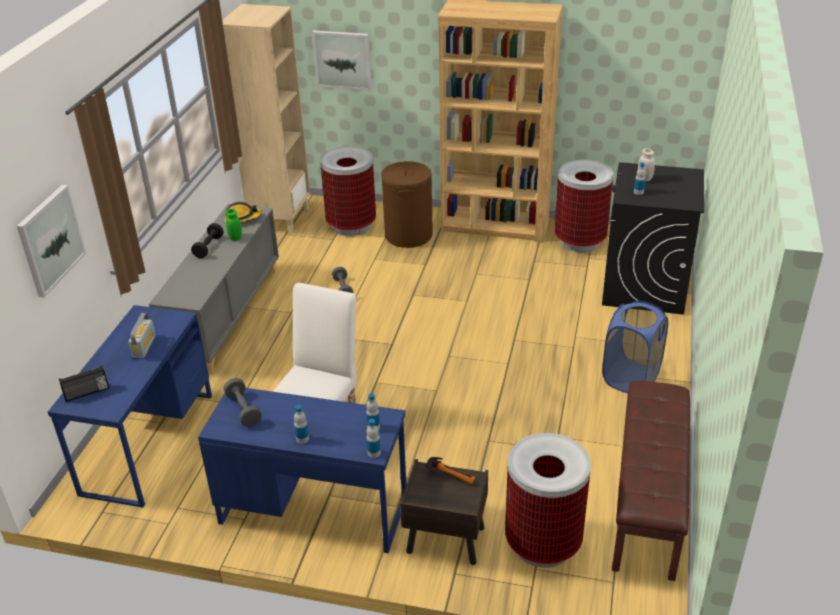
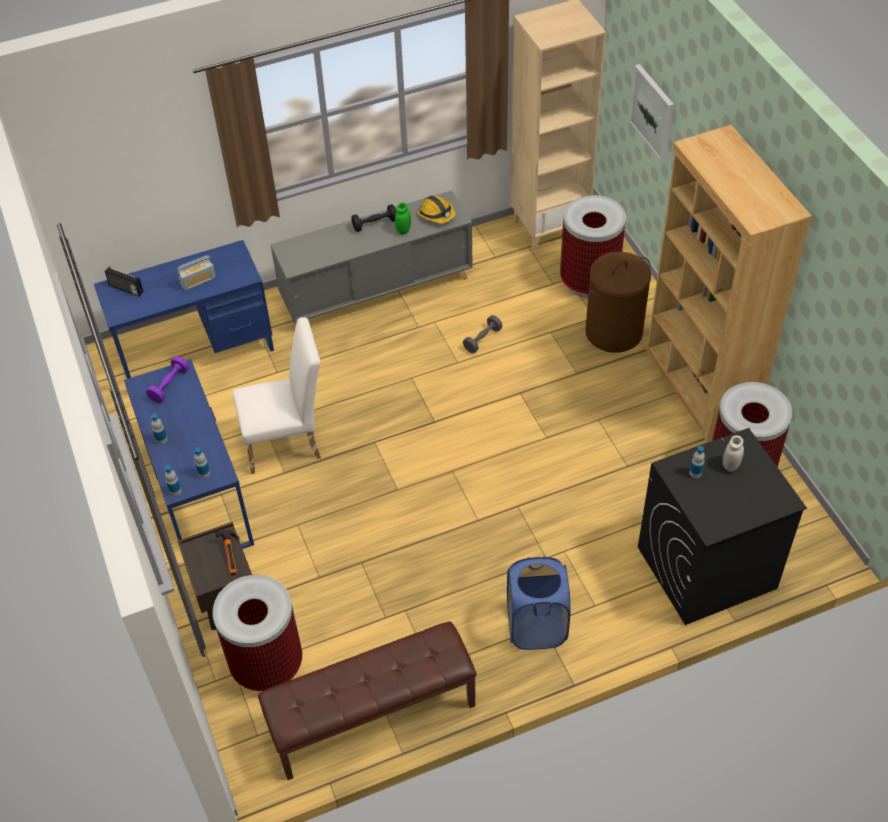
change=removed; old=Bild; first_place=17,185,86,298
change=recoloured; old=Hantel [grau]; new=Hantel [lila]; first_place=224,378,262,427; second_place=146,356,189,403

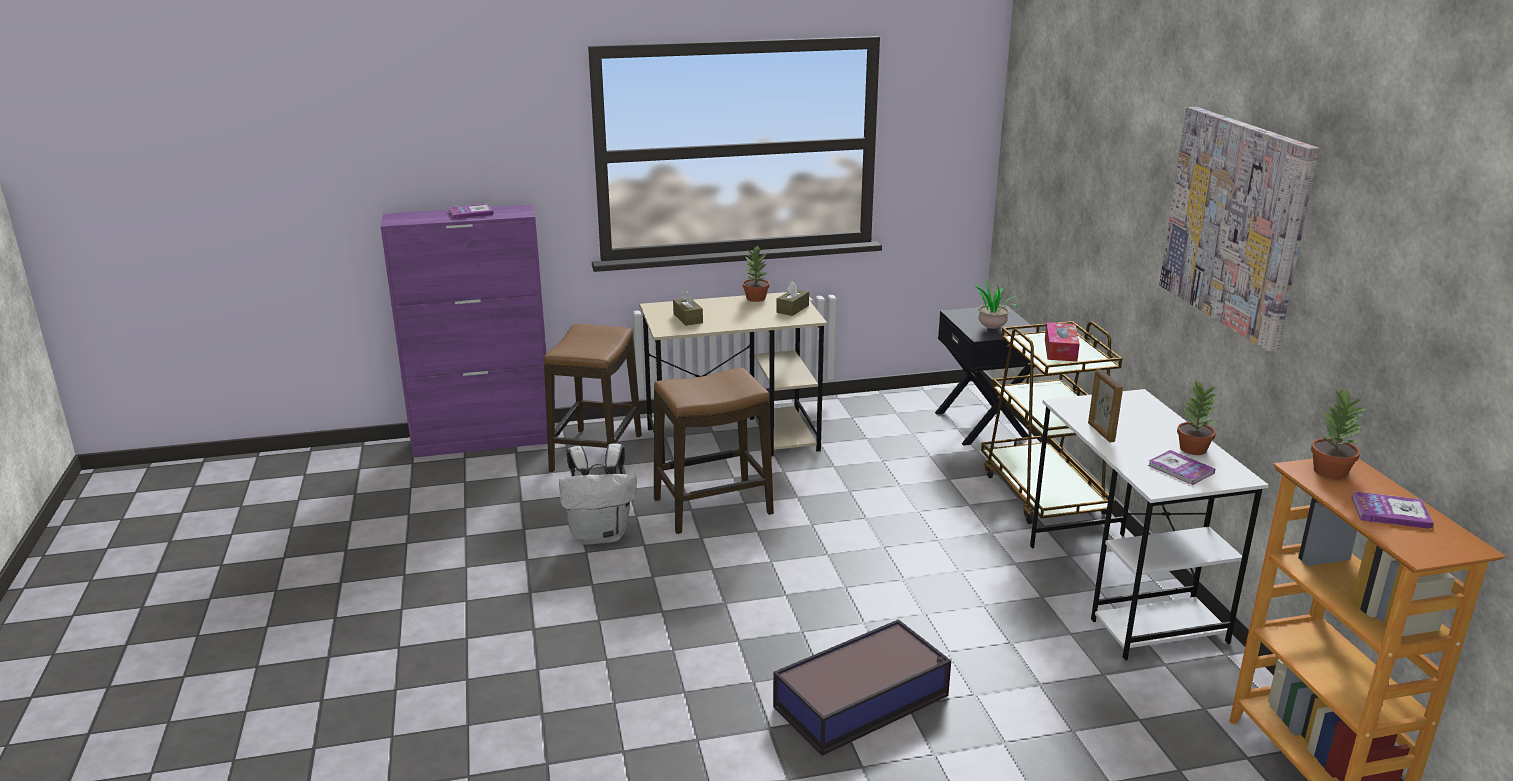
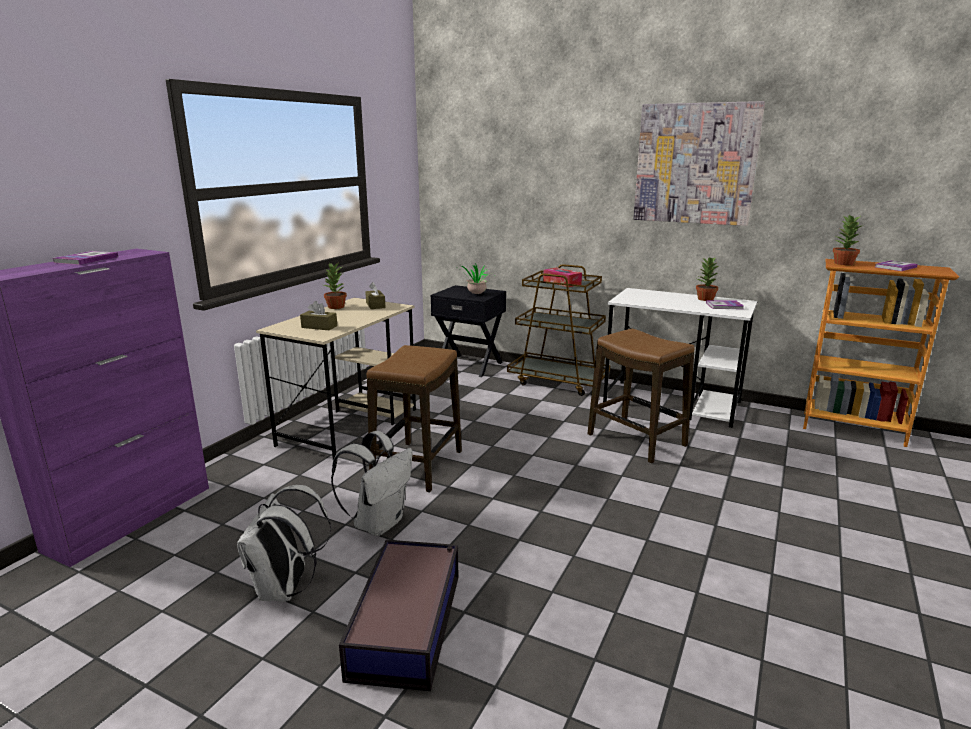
change=removed; old=Bilderrahmen; first_place=1088,369,1123,442
change=added; new=Rucksack [weiß]; second_place=237,485,331,602
change=moved; old=Hocker; first_place=543,324,642,474; second_place=587,329,694,463
change=moved; old=Aufbewahrungsbox; first_place=773,619,951,756; second_place=339,540,459,691

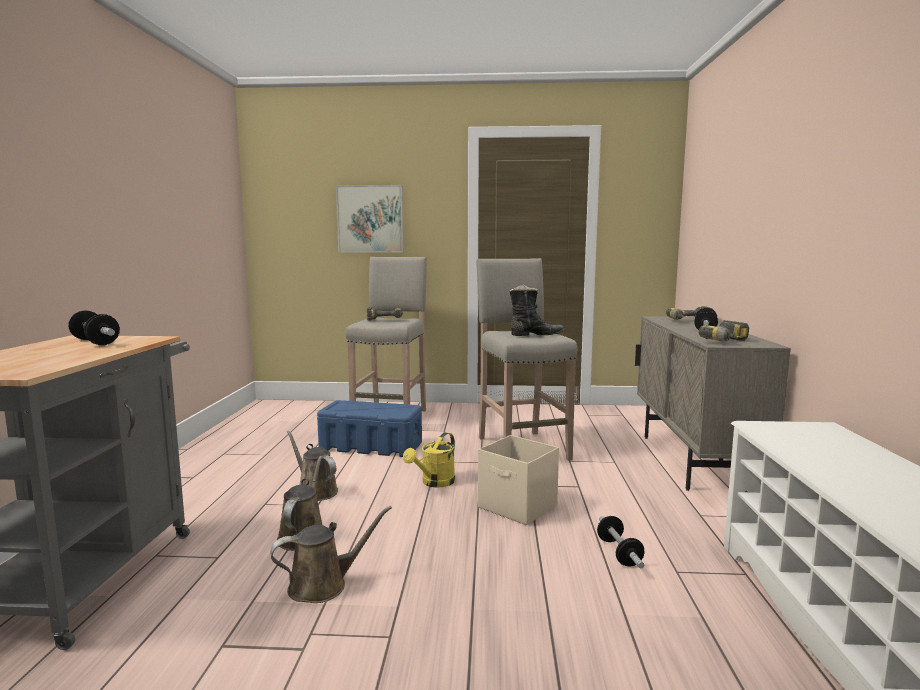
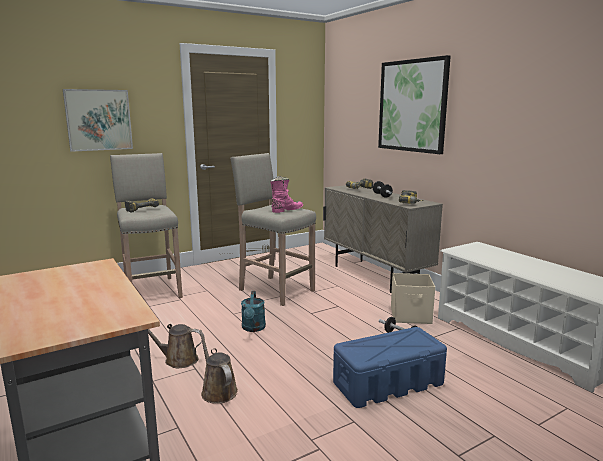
change=removed; old=Hantel; first_place=68,311,120,345
change=removed; old=Gießkanne [braun]; first_place=270,506,392,603
change=added; new=Bild; second_place=378,55,451,154
change=moved; old=Aufbewahrungsbox [blau]; first_place=317,400,422,457; second_place=333,327,447,408
change=moved; old=Aufbewahrungsbox [beige]; first_place=478,435,559,525; second_place=391,273,435,324
change=recoloured; old=Gießkanne [gelb]; new=Gießkanne [türkis]; first_place=403,432,455,488; second_place=241,291,266,332
change=recoloured; old=Stiefel [schwarz]; new=Stiefel [rosa]; first_place=510,284,564,336; second_place=270,176,303,213

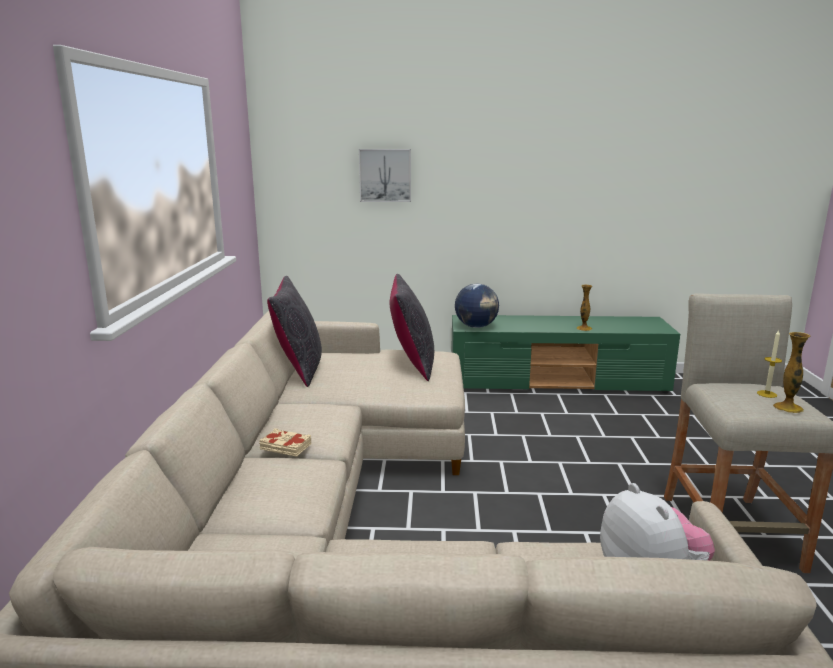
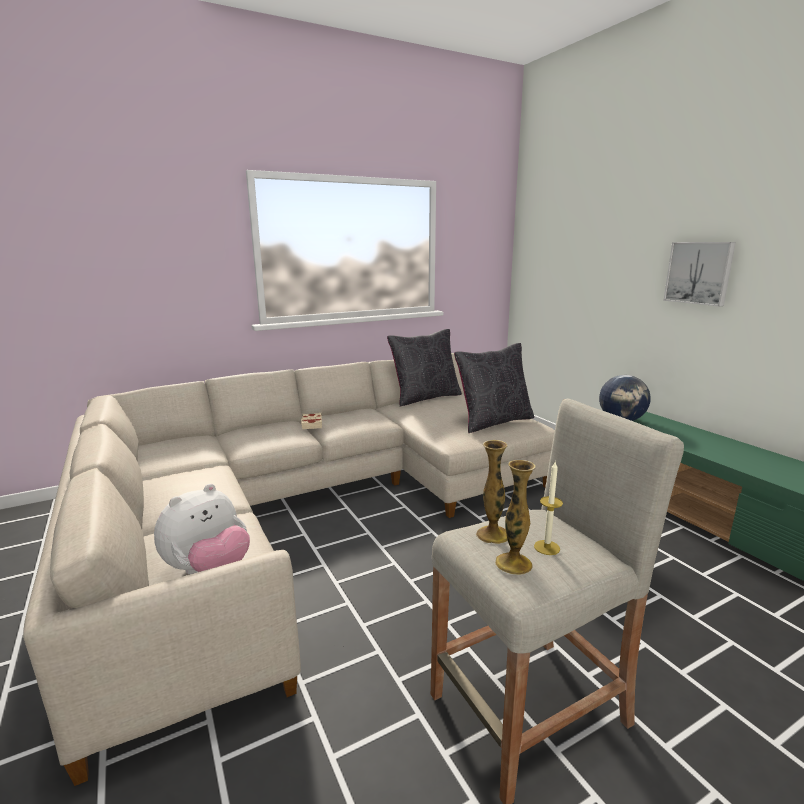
change=moved; old=Bild; first_place=359,149,411,202; second_place=663,242,736,306
change=moved; old=Vase; first_place=577,285,592,331; second_place=476,440,508,544

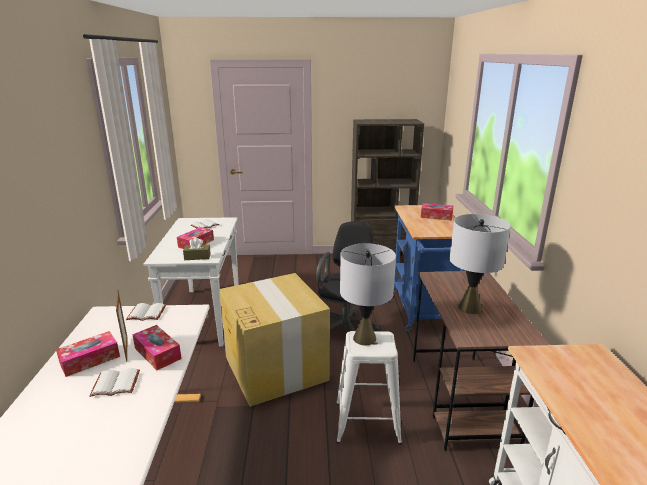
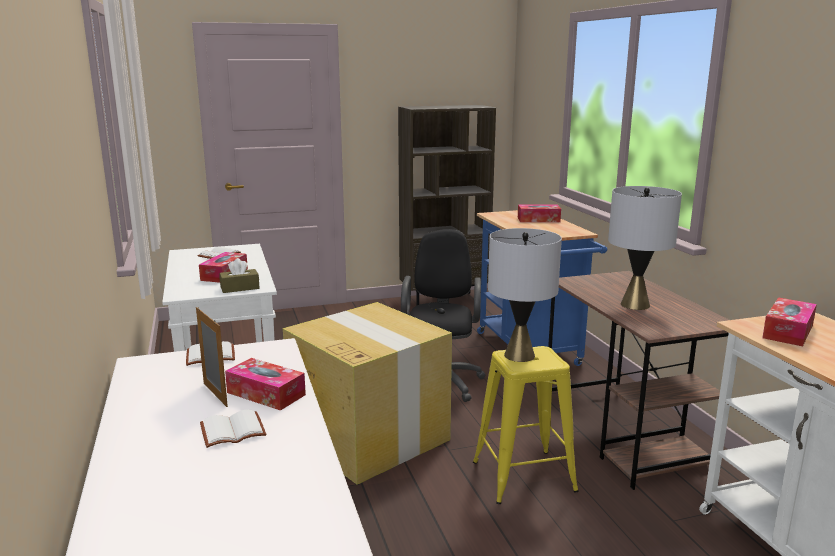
change=moved; old=Taschentuchbox; first_place=56,331,120,377; second_place=762,297,817,346
change=recoloured; old=Hocker [weiß]; new=Hocker [gelb]; first_place=336,331,402,445; second_place=473,346,578,504

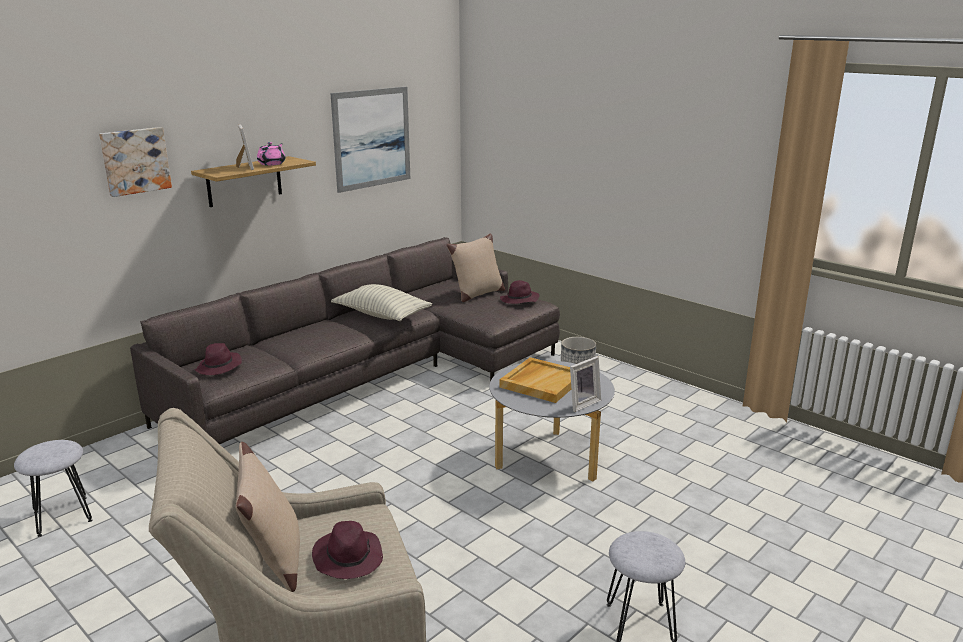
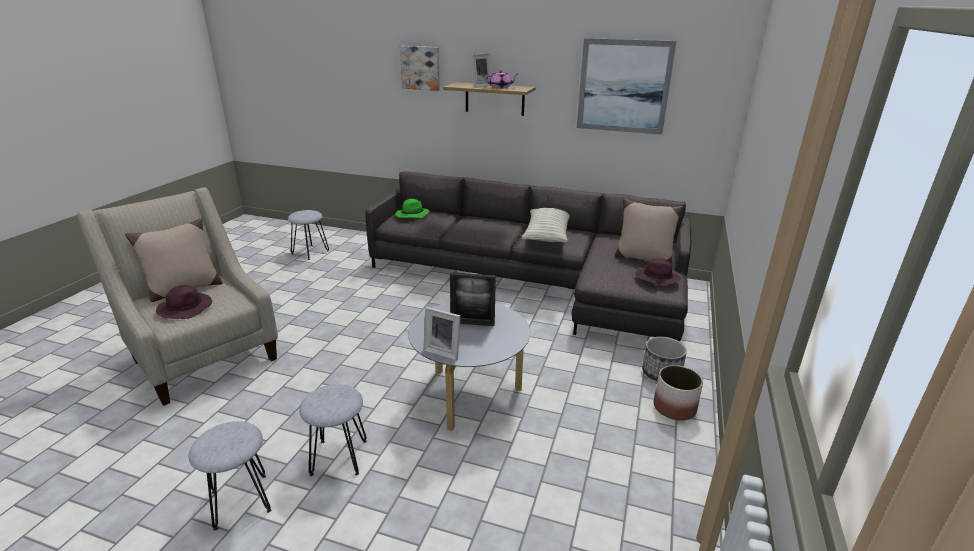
change=added; new=Hocker [grau]; second_place=299,384,367,476
change=added; new=Pflanzkübel; second_place=654,365,703,421
change=replaced; old=Tablett [beige]; new=Bilderrahmen; first_place=499,357,571,403; second_place=450,272,496,326
change=recoloured; old=Hut [lila]; new=Hut [grün]; first_place=195,343,242,375; second_place=395,199,430,218

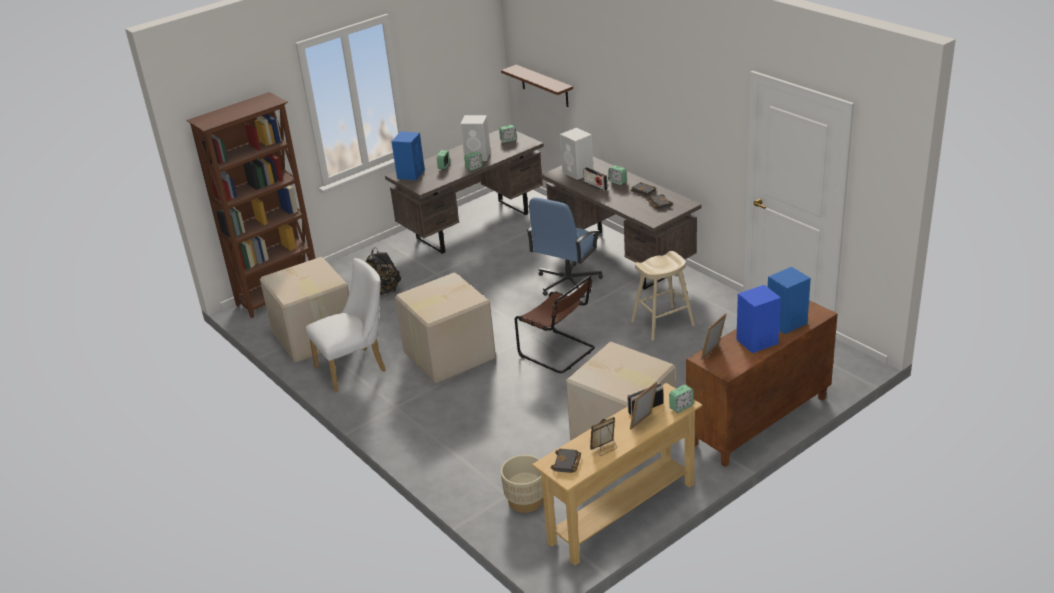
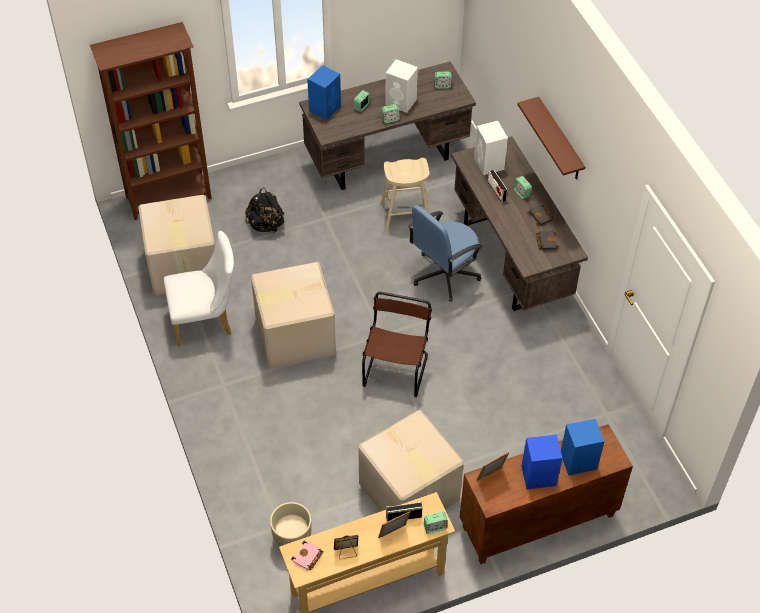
change=moved; old=Wandregal [braun]; first_place=501,65,573,107; second_place=517,97,585,180
change=moved; old=Hocker [beige]; first_place=631,251,695,341; second_place=380,158,429,232
change=recoloured; old=Buch [schwarz]; new=Buch [rosa]; first_place=551,449,581,473; second_place=291,541,324,570
change=turned; old=Stuhl [braun]; first_place=515,275,595,373; second_place=362,292,432,397; degrees=-135

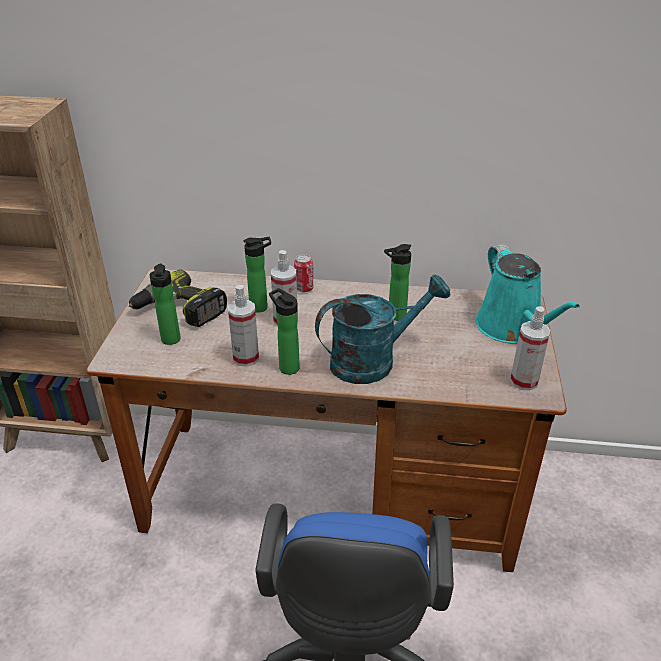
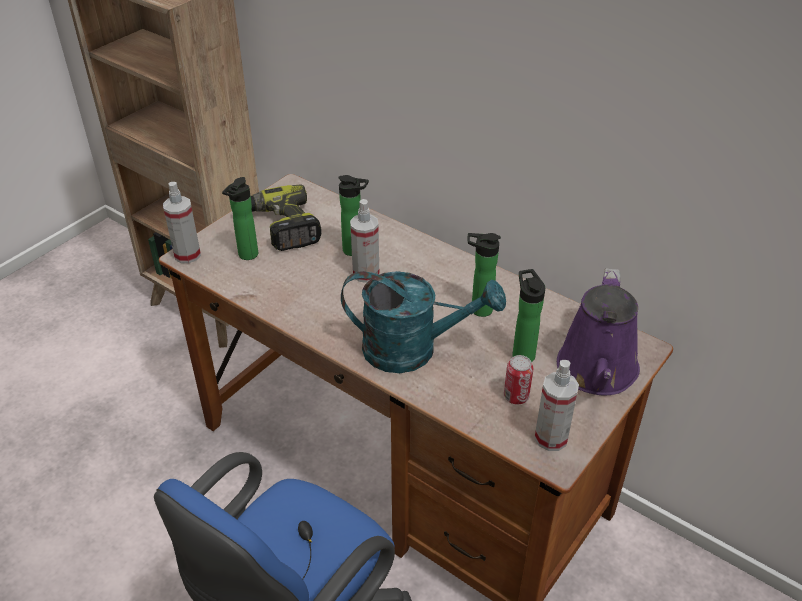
change=moved; old=Sprühflasche; first_place=228,285,259,367; second_place=163,182,201,263
change=moved; old=Flasche; first_place=269,288,300,375; second_place=512,269,545,362
change=moved; old=Dose; first_place=294,254,313,292; second_place=504,355,533,405
change=recoloured; old=Gießkanne [türkis]; new=Gießkanne [lila]; first_place=476,244,580,344; second_place=557,268,640,395

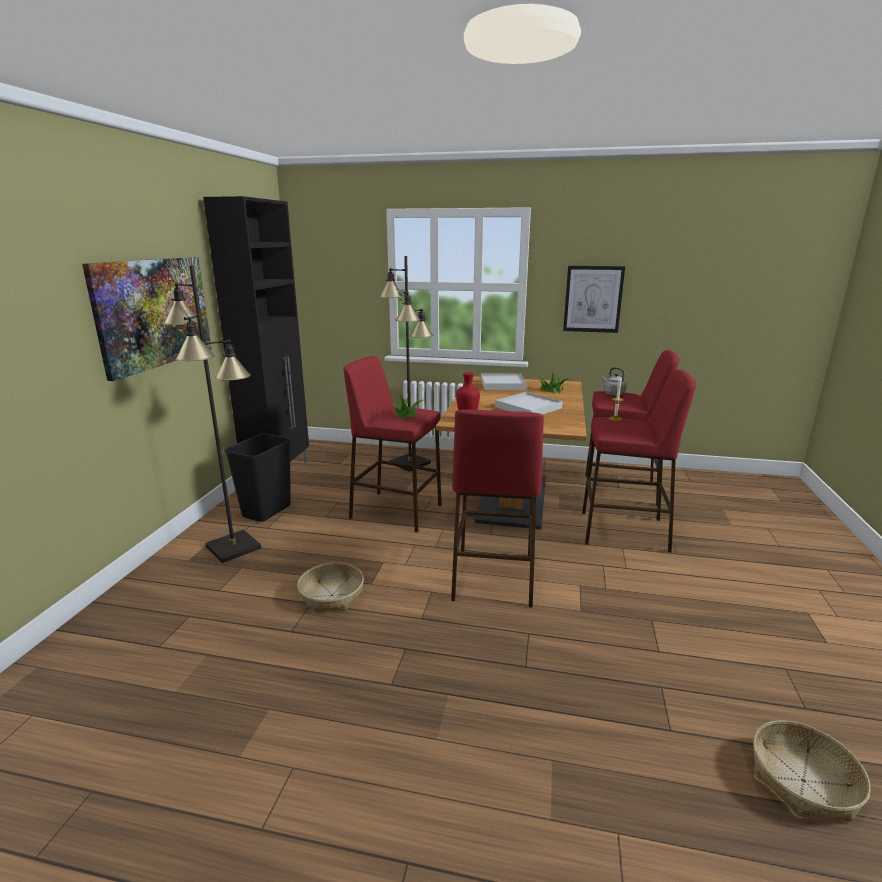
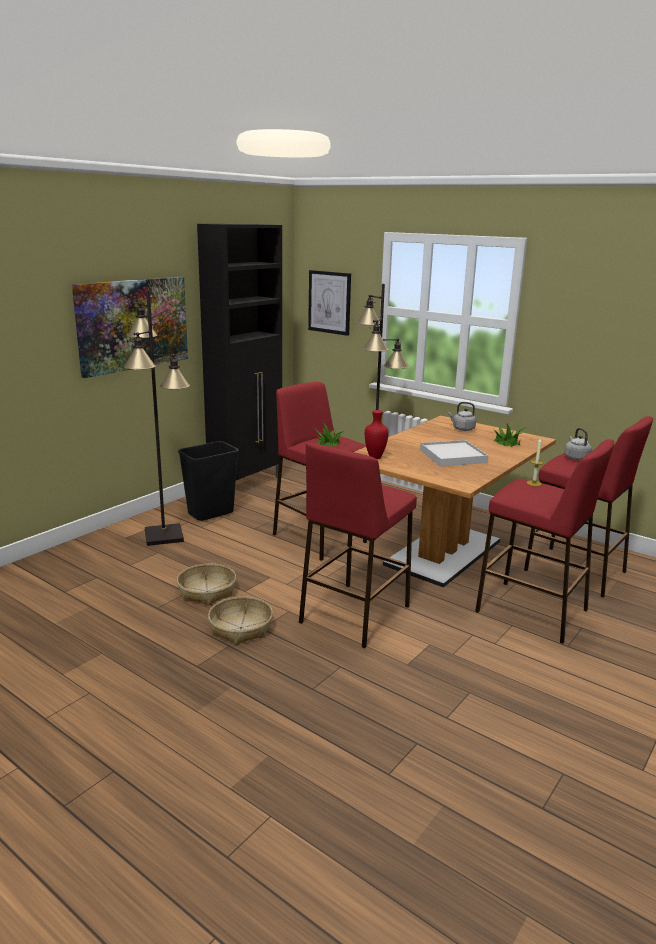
change=moved; old=Bild; first_place=563,266,625,333; second_place=308,270,351,336
change=moved; old=Korb; first_place=753,720,871,822; second_place=208,596,273,645
change=replaced; old=Tablett [weiß]; new=Wasserkessel [grau]; first_place=481,373,527,390; second_place=448,402,476,431

